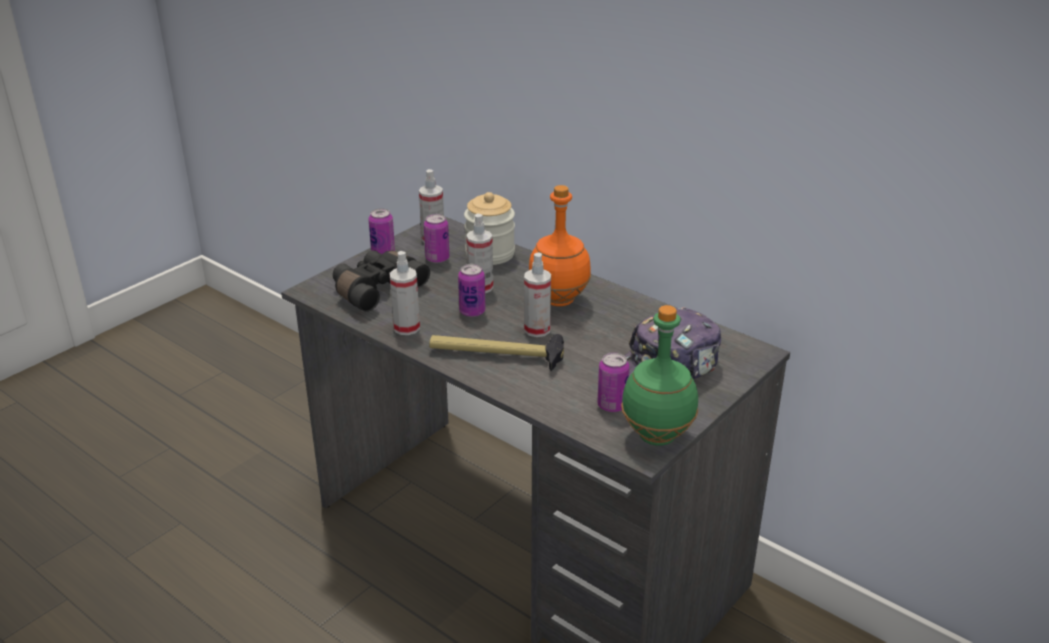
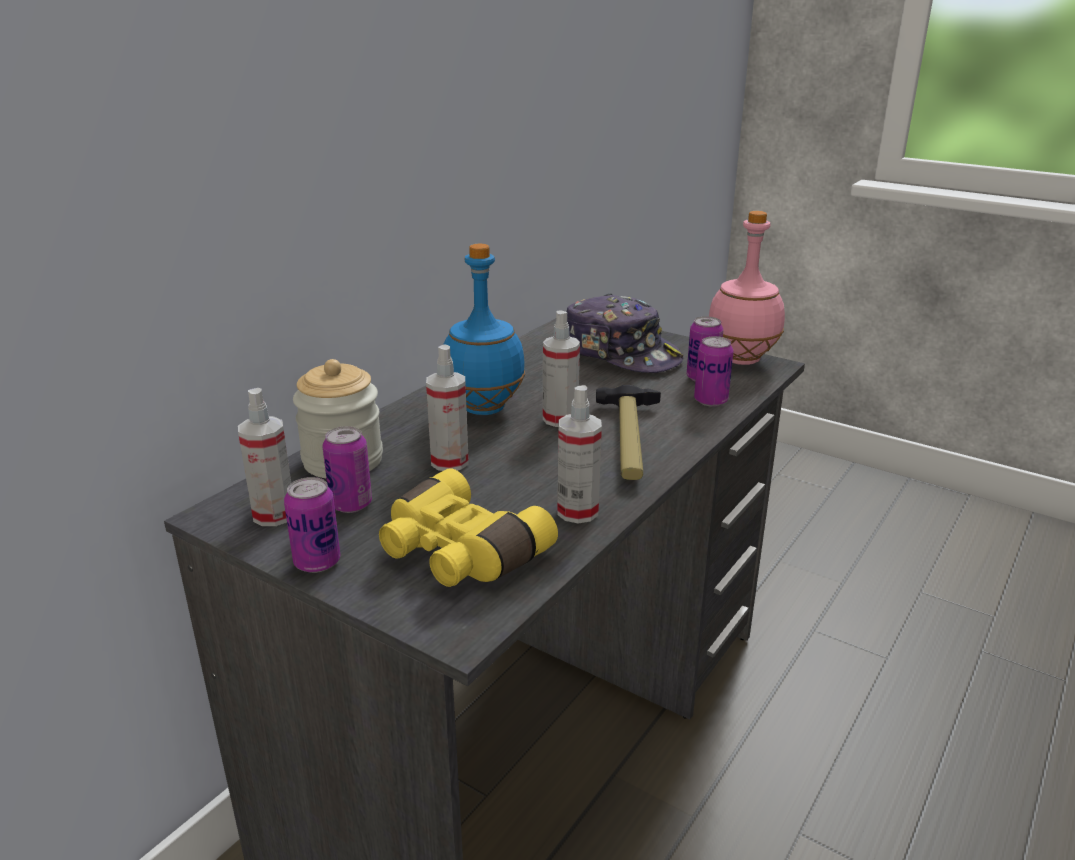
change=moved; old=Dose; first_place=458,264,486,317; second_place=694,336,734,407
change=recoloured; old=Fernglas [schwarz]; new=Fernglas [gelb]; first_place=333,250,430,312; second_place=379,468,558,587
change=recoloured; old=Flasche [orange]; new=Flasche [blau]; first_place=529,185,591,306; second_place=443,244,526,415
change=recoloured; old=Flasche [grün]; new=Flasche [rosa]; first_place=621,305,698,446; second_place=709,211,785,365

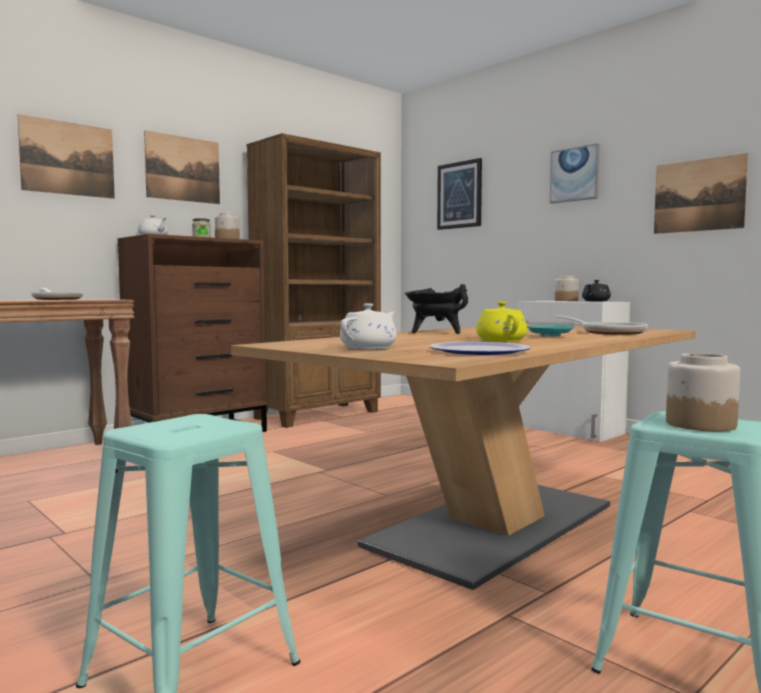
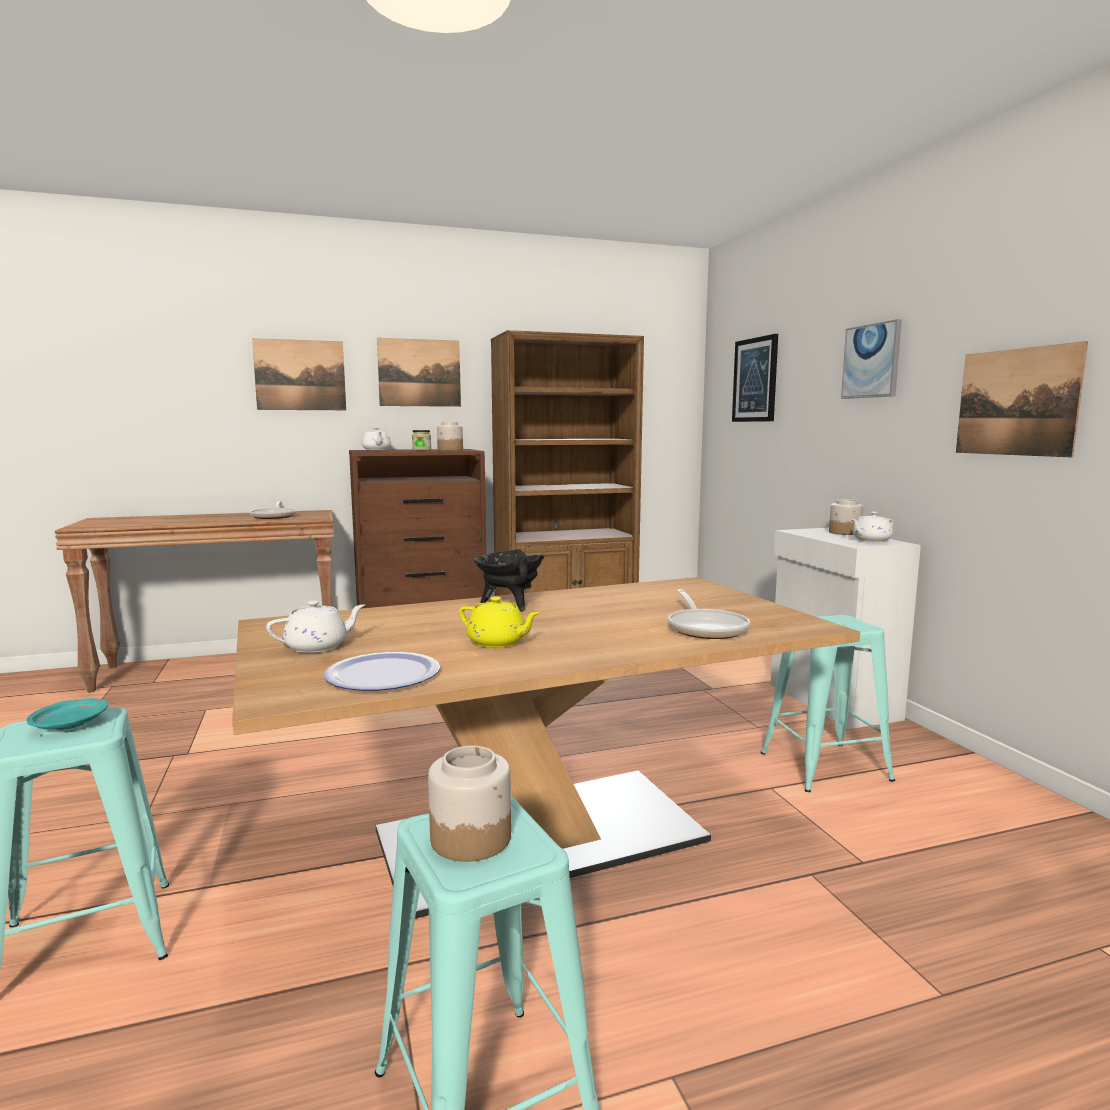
change=added; new=Hocker [türkis]; second_place=761,615,895,792
change=moved; old=Teller [türkis]; first_place=527,325,574,337; second_place=27,698,108,730
change=recoloured; old=Teekanne [schwarz]; new=Teekanne [weiß]; first_place=582,280,611,302; second_place=851,512,893,542
change=turned; old=Teekanne [gelb]; first_place=476,302,527,342; second_place=459,597,540,648; degrees=105

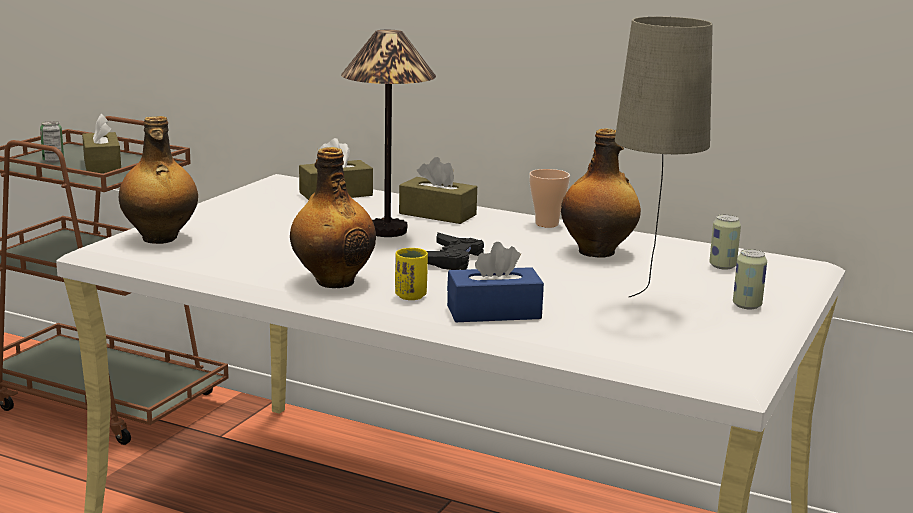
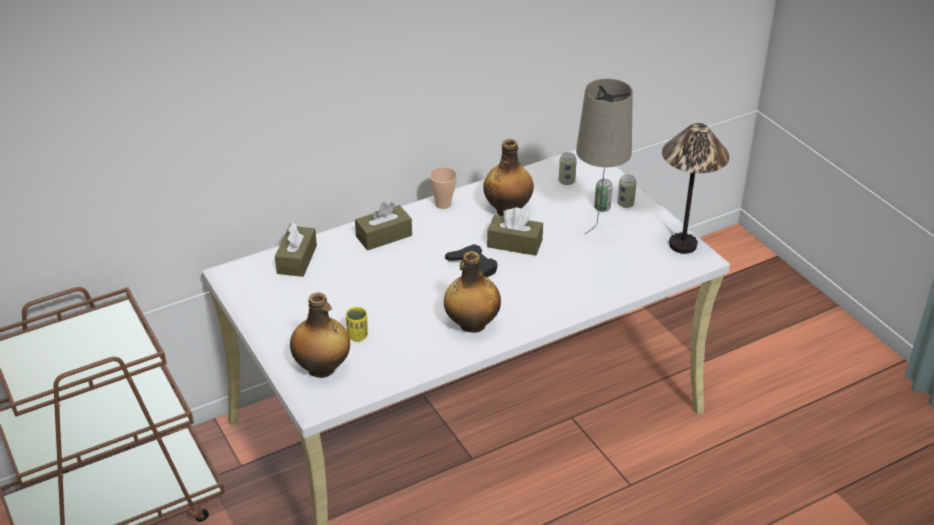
change=removed; old=Taschentuchbox [blau]; first_place=447,242,544,322
change=moved; old=Dose; first_place=40,121,64,163; second_place=594,179,613,212
change=moved; old=Taschentuchbox [braun]; first_place=82,114,121,173; second_place=487,207,543,256
change=moved; old=Tischlampe; first_place=341,30,436,237; second_place=662,123,729,254
change=moved; old=Tasse [gelb]; first_place=395,248,428,300; second_place=346,307,368,341

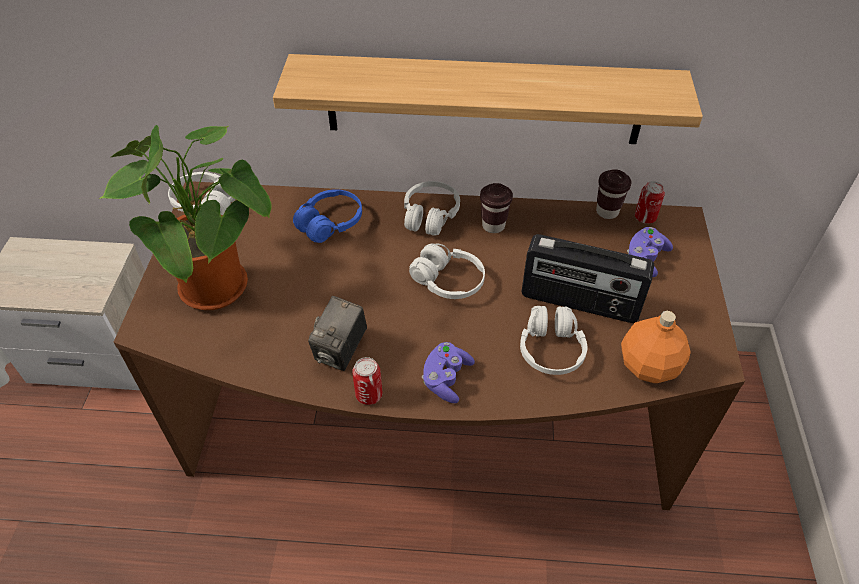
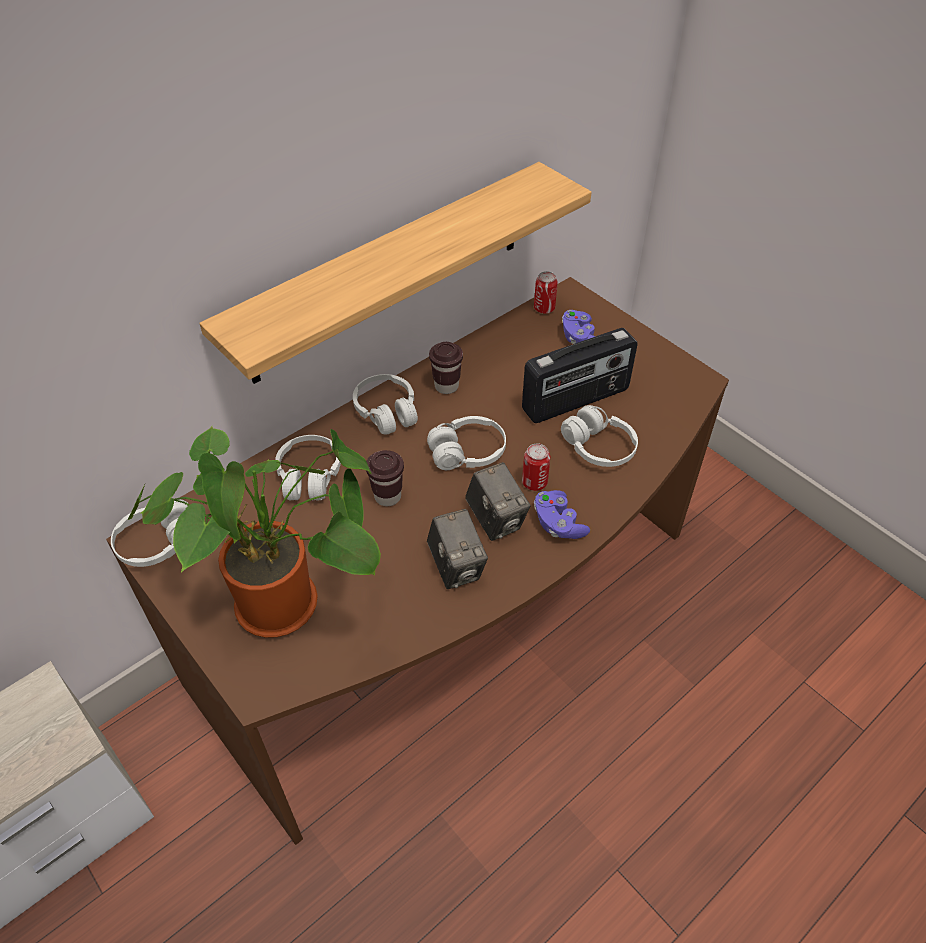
change=removed; old=Flasche [orange]; first_place=621,311,691,383
change=added; new=Kamera; second_place=465,462,531,541
change=moved; old=Dose; first_place=352,357,382,405; second_place=522,443,550,491
change=moved; old=Tasse [braun]; first_place=596,169,632,219; second_place=366,450,404,506
change=recoloured; old=Kopfhörer [blau]; new=Kopfhörer [weiß]; first_place=293,189,362,243; second_place=275,435,341,501

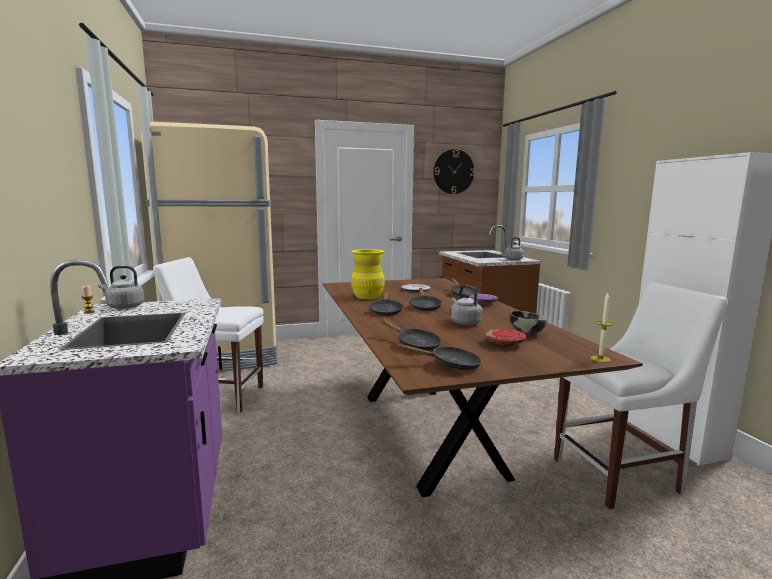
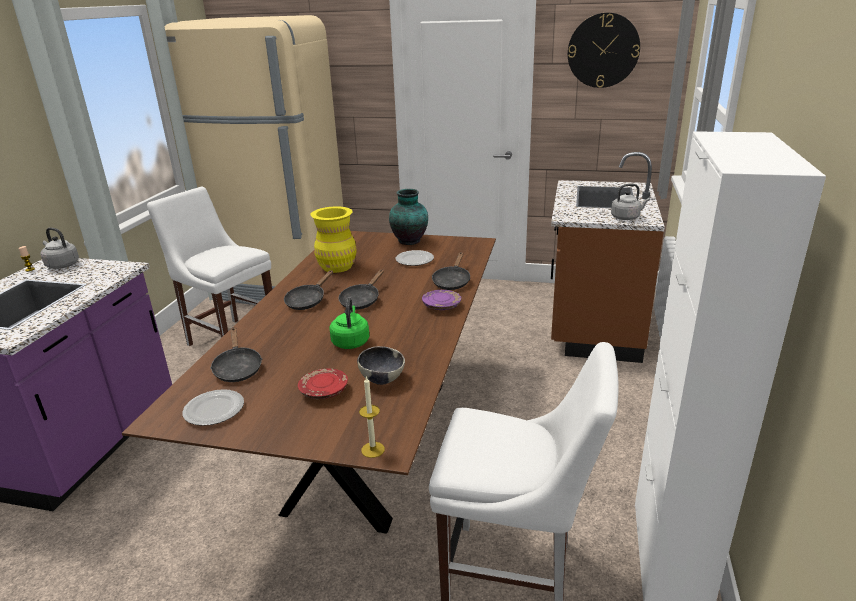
change=added; new=Vase; second_place=389,189,428,245
change=replaced; old=Pfanne [schwarz]; new=Teller; first_place=398,344,482,370; second_place=182,389,244,426
change=recoloured; old=Wasserkessel [grau]; new=Wasserkessel [grün]; first_place=451,285,482,325; second_place=329,297,369,349

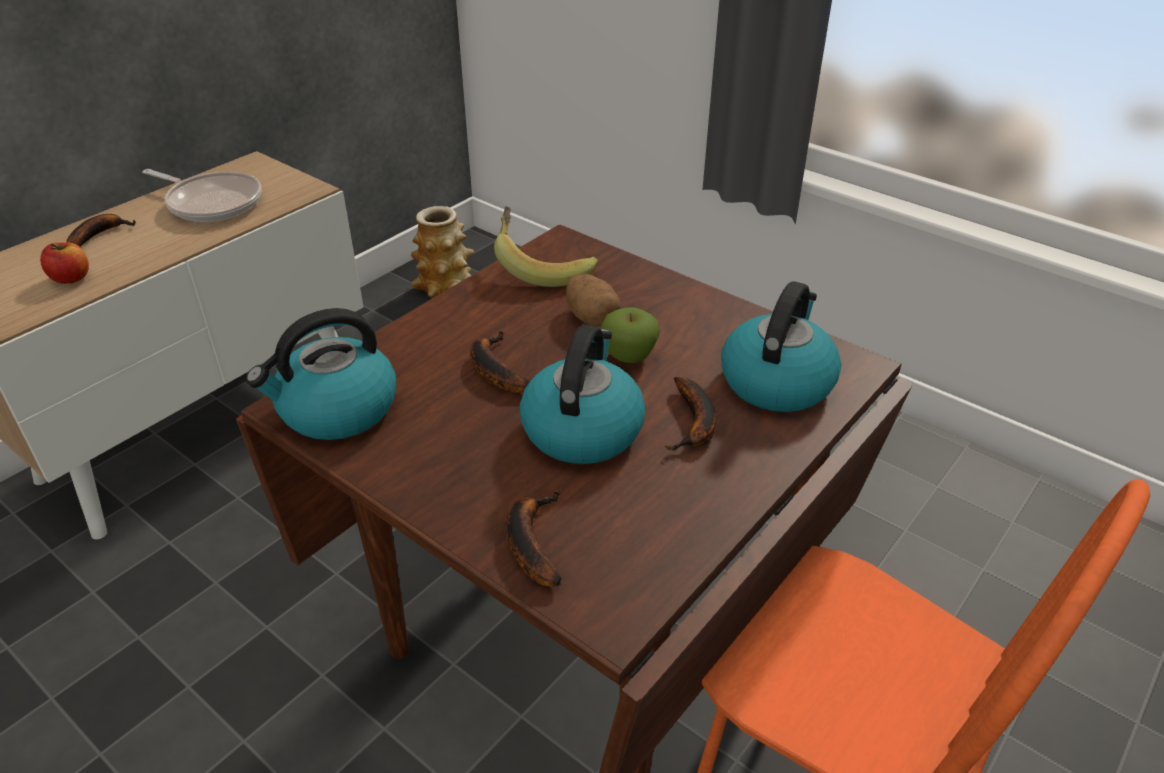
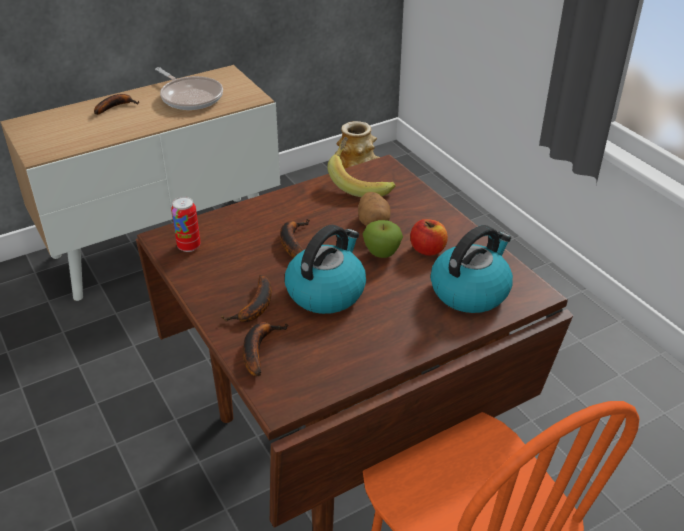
change=moved; old=Apfel; first_place=40,242,89,284; second_place=410,219,448,256
change=moved; old=Banane; first_place=664,377,717,451; second_place=221,275,272,322
change=replaced; old=Wasserkessel; new=Dose; first_place=246,308,396,440; second_place=171,197,201,252

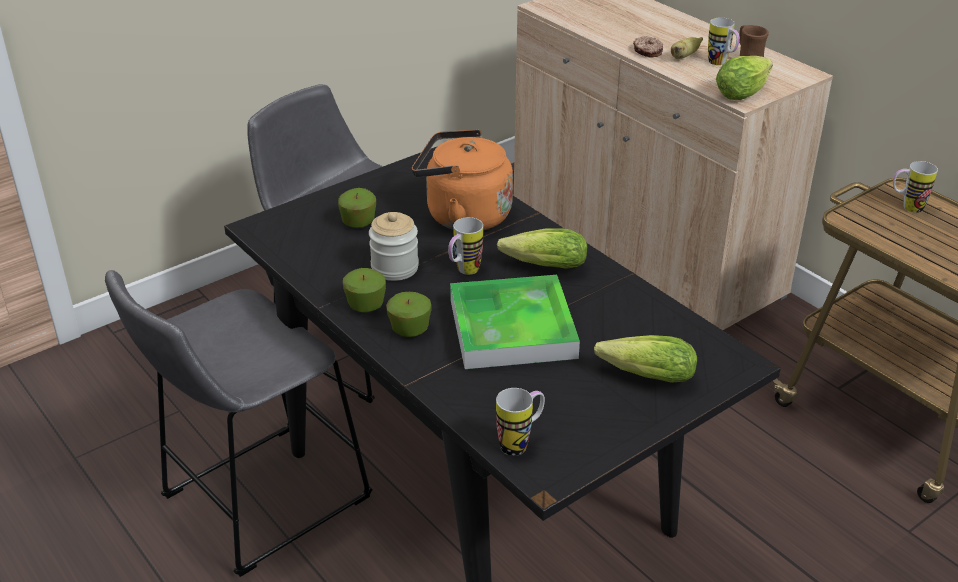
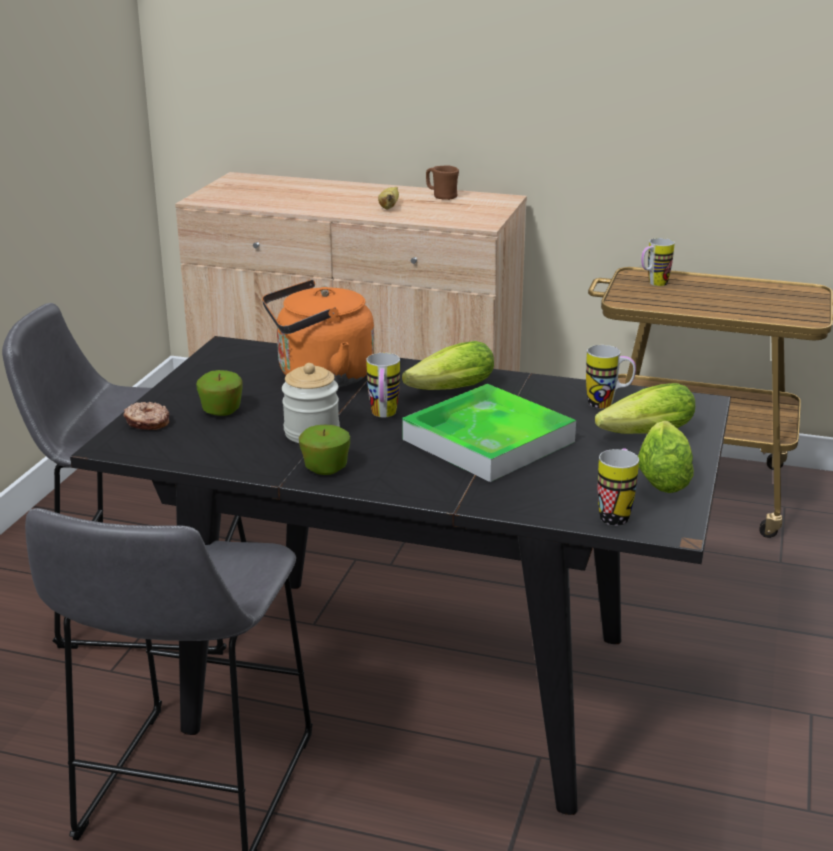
change=removed; old=Apfel; first_place=386,292,431,337
change=moved; old=Donut; first_place=633,36,663,58; second_place=124,402,169,430
change=moved; old=Henkelbecher; first_place=708,18,740,65; second_place=586,345,636,409
change=moved; old=Salatkopf; first_place=716,56,773,100; second_place=638,421,694,493

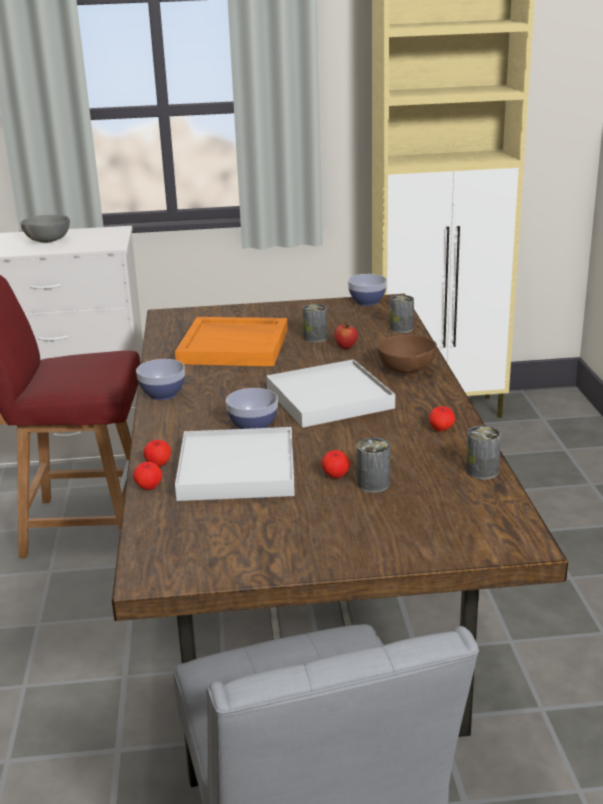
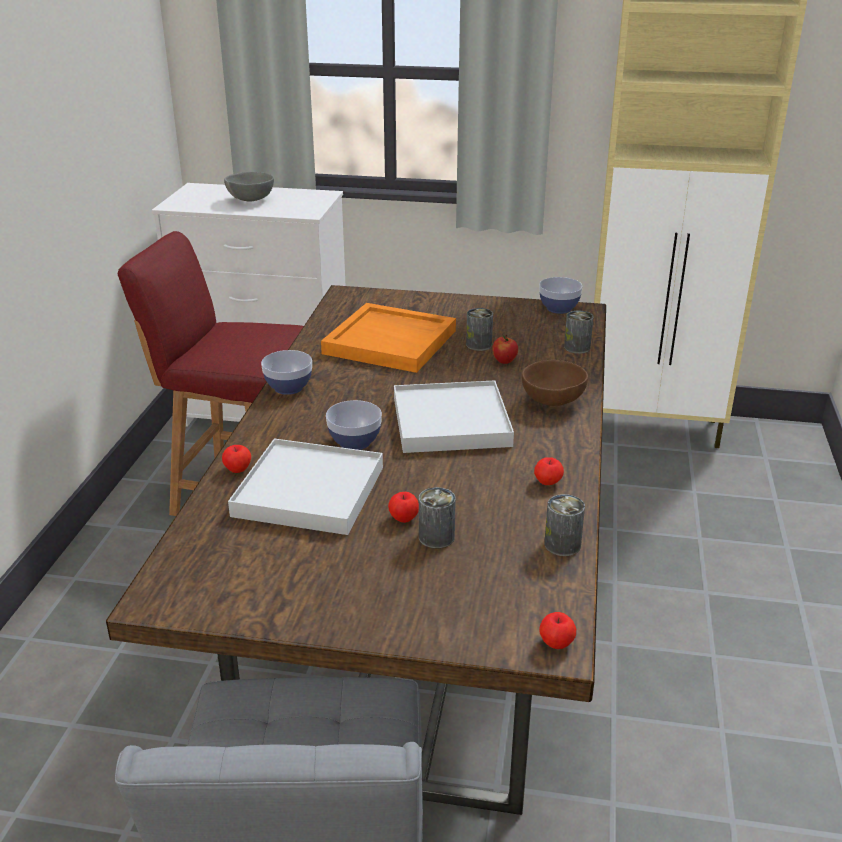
change=moved; old=Apfel; first_place=133,462,162,490; second_place=539,612,576,649

